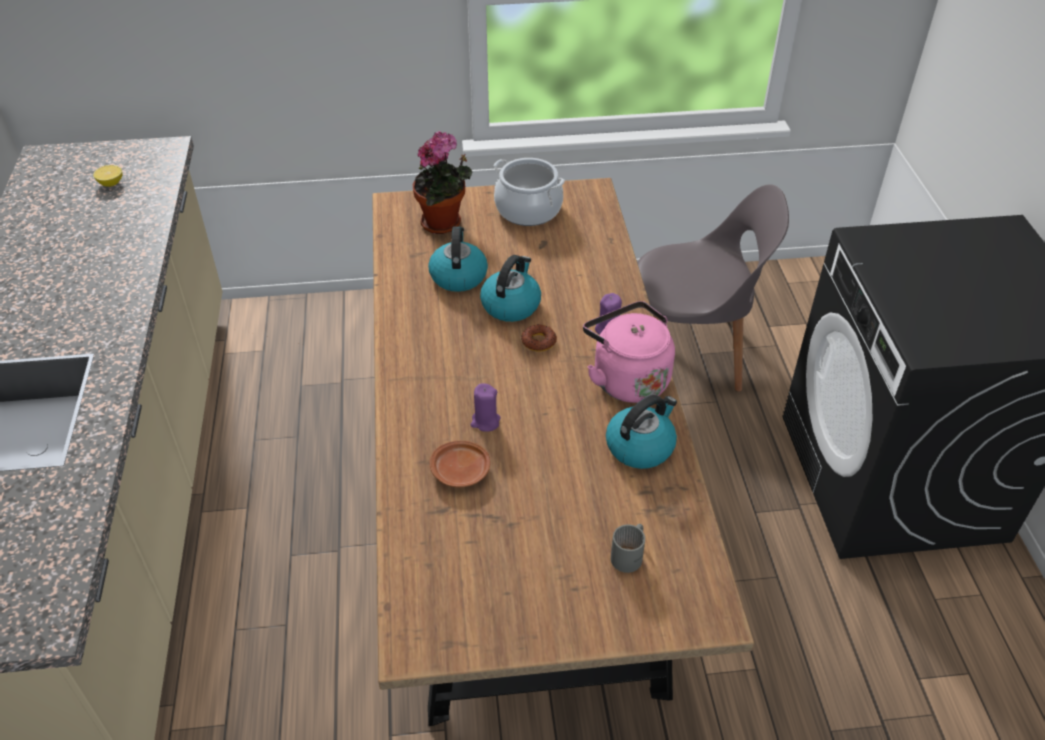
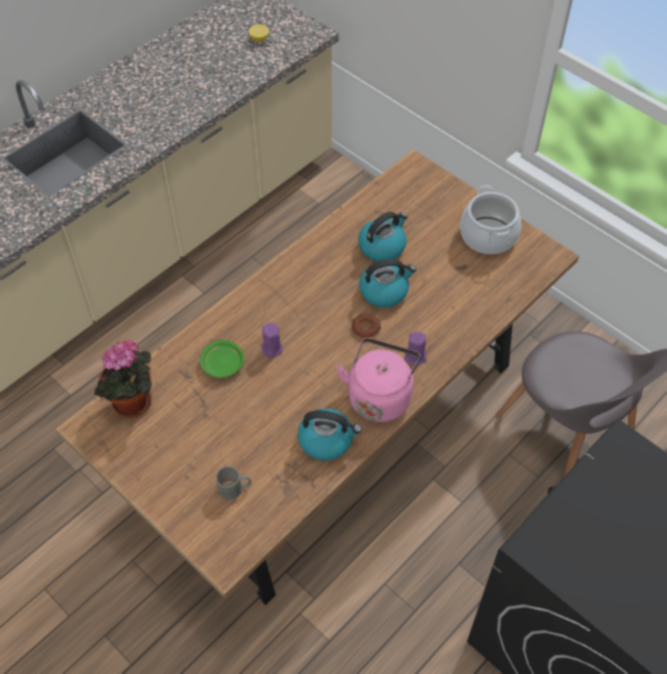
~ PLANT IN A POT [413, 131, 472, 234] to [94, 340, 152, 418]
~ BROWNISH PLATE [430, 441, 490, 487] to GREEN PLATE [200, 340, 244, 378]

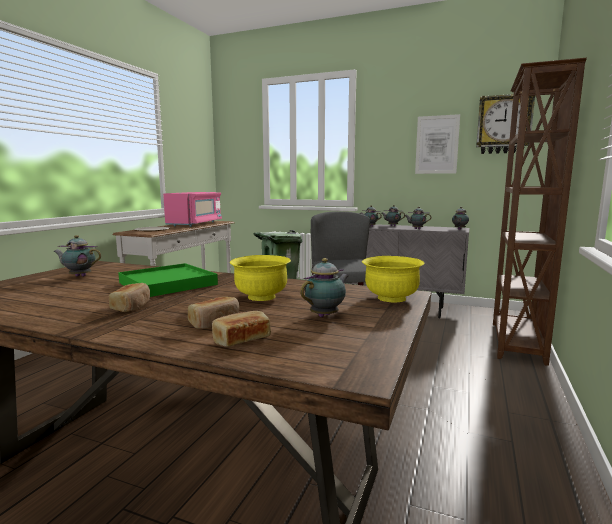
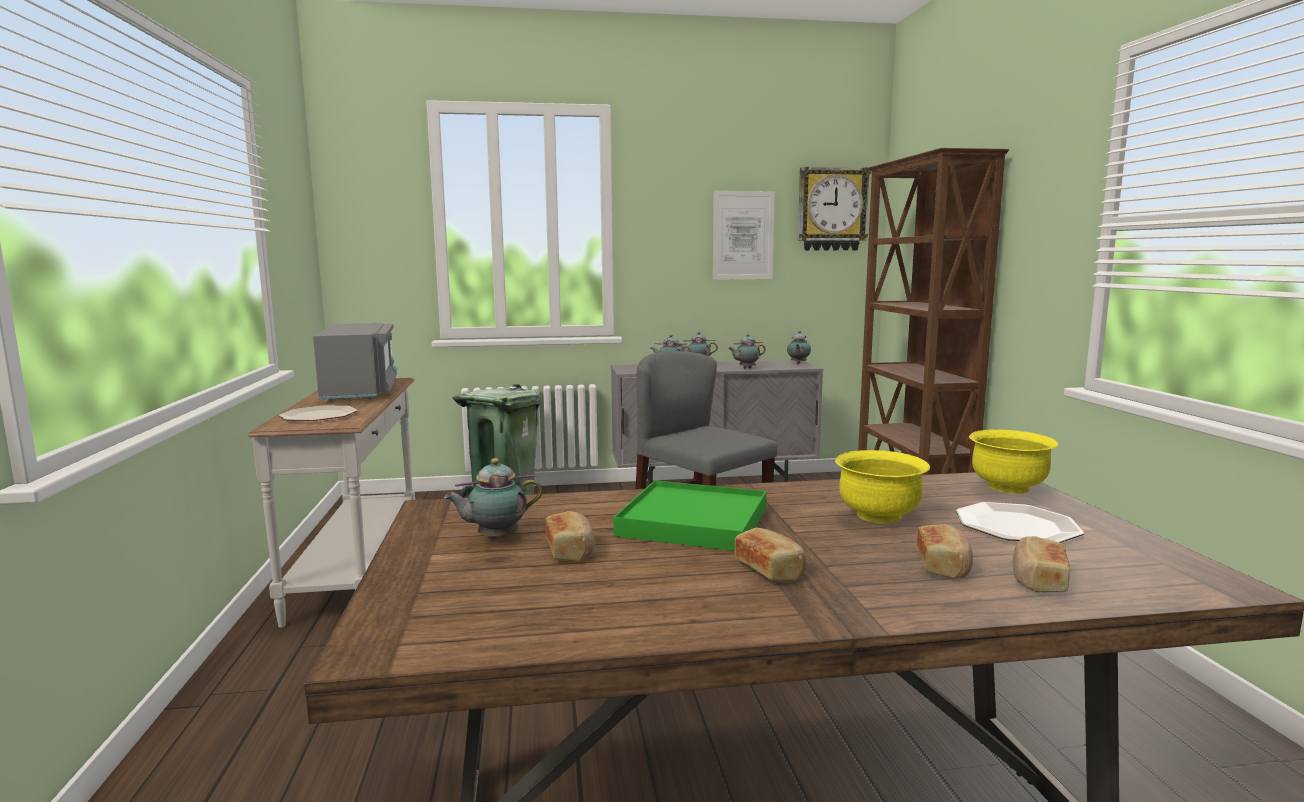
+ BAKERY BREAD [545, 511, 595, 562]
~ TEA POT [300, 258, 349, 317] to PLATE [956, 502, 1084, 543]
~ PINKISH MICROWAVE OVEN [163, 192, 222, 227] to GRAY MICROWAVE OVEN [313, 323, 398, 401]

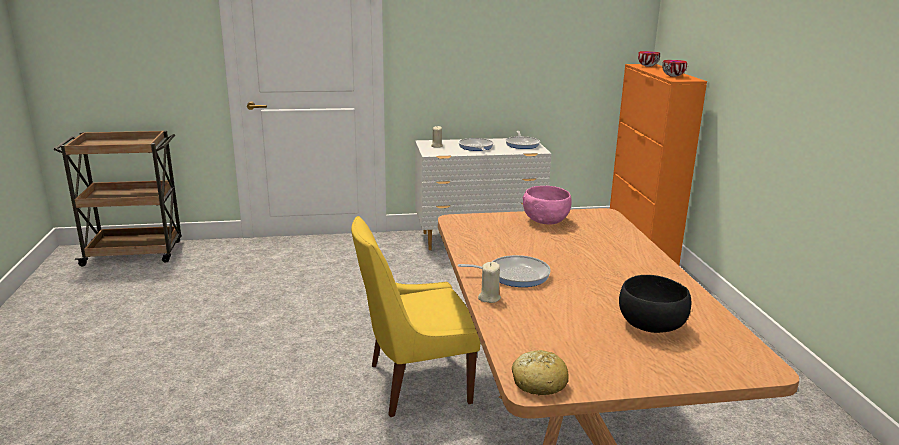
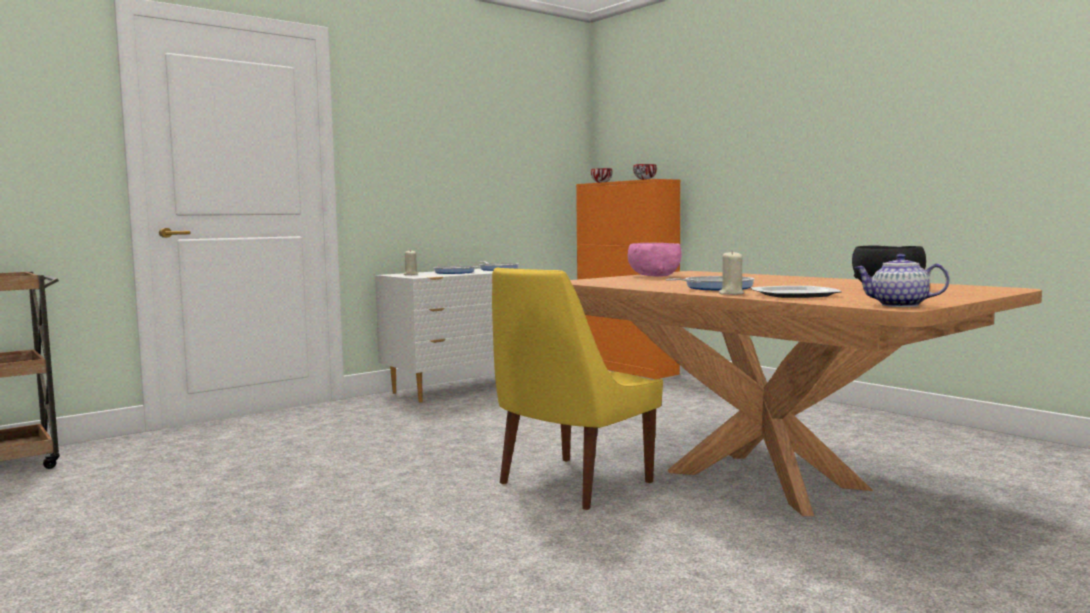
+ PLATE [751, 286, 842, 298]
~ BAKERY BREAD [512, 350, 569, 395] to TEA POT [854, 254, 949, 307]

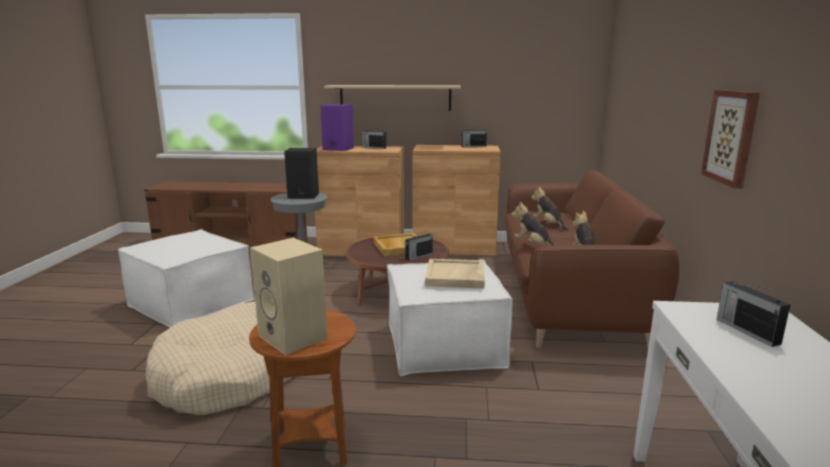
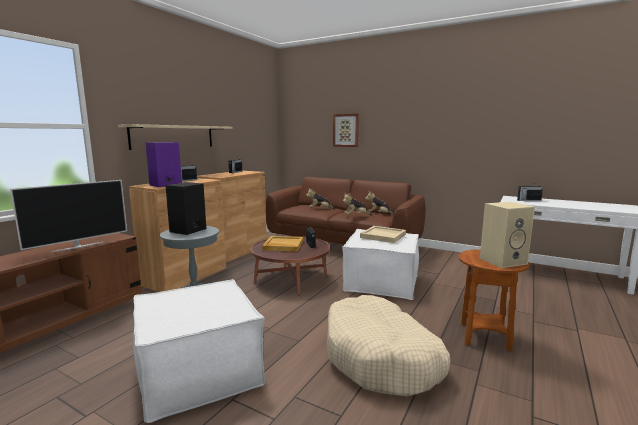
+ TV [10, 180, 127, 252]
~ WALL ART [701, 90, 760, 189] to [333, 114, 359, 147]

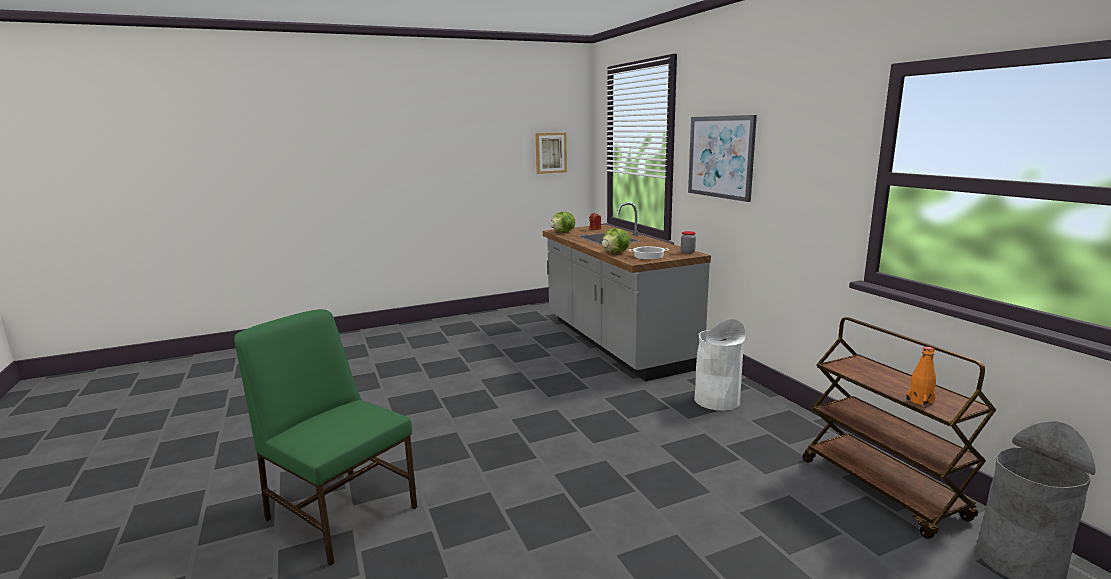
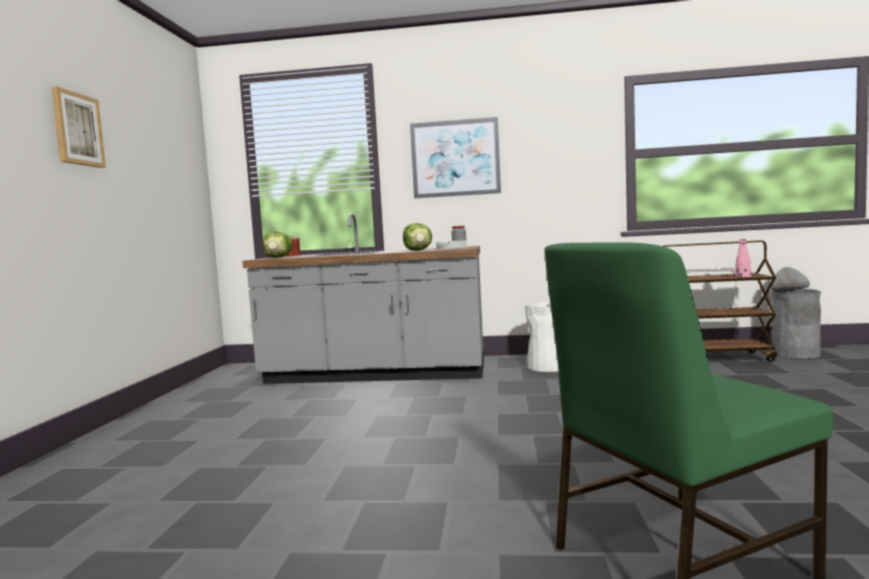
~ WALL ART [535, 133, 567, 174] to [51, 86, 106, 168]
~ ORANGE-COLOURED DRINK BOTTLE [906, 347, 936, 407] to PINKISH DRINK BOTTLE [734, 239, 752, 278]

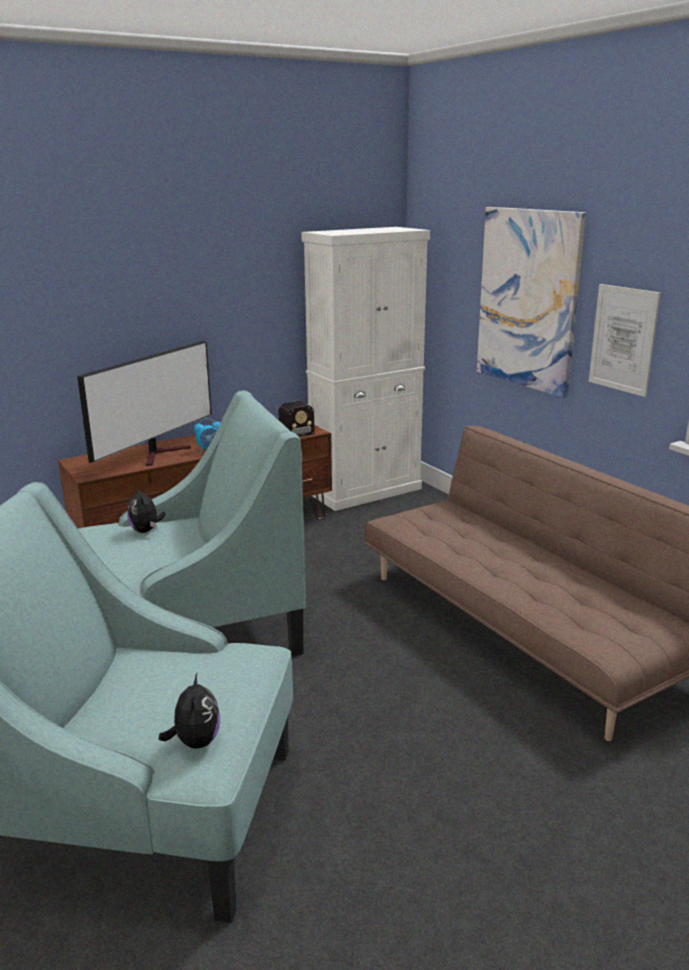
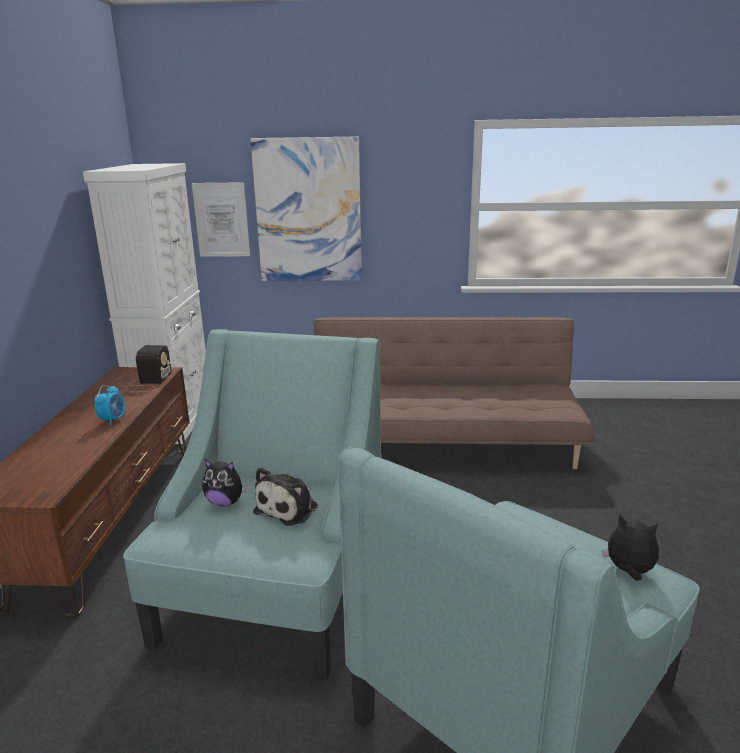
- TV [77, 340, 212, 466]
+ PLUSH TOY [253, 467, 318, 526]
~ WALL ART [589, 284, 661, 397] to [192, 182, 250, 257]

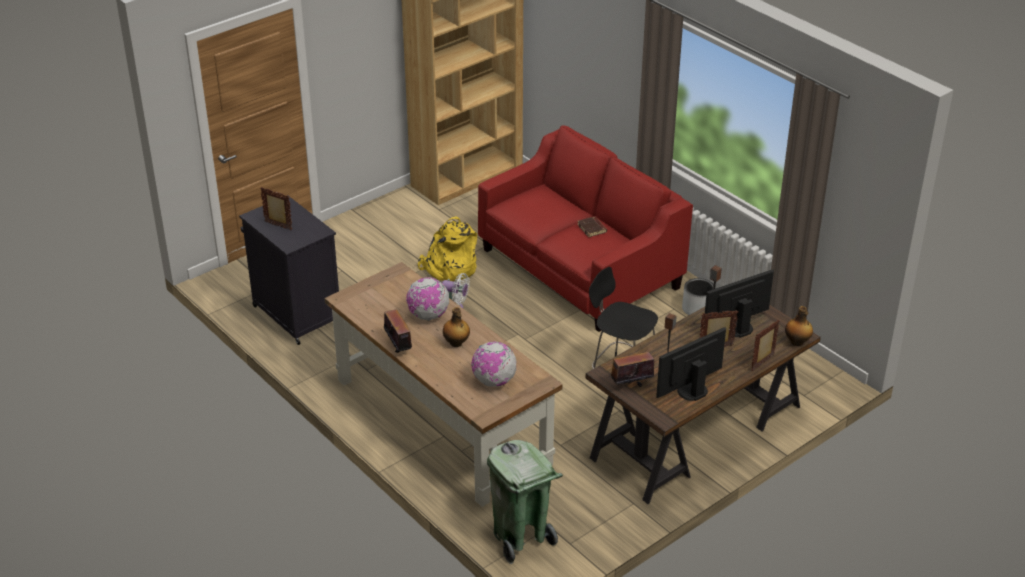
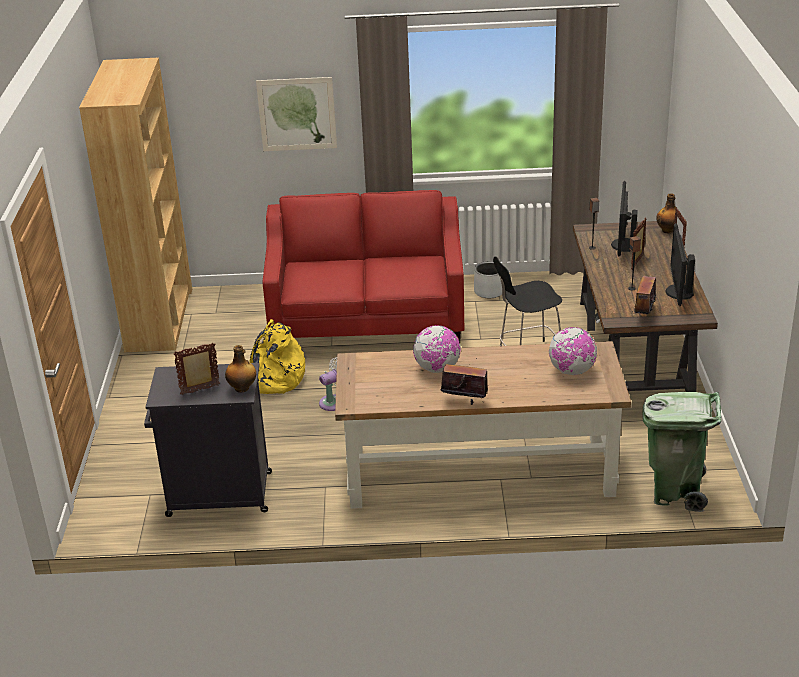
- BROWNISH BOOK [577, 216, 607, 237]
+ WALL ART [256, 77, 337, 151]
~ DRINK BOTTLE [443, 307, 470, 347] to [225, 345, 256, 393]

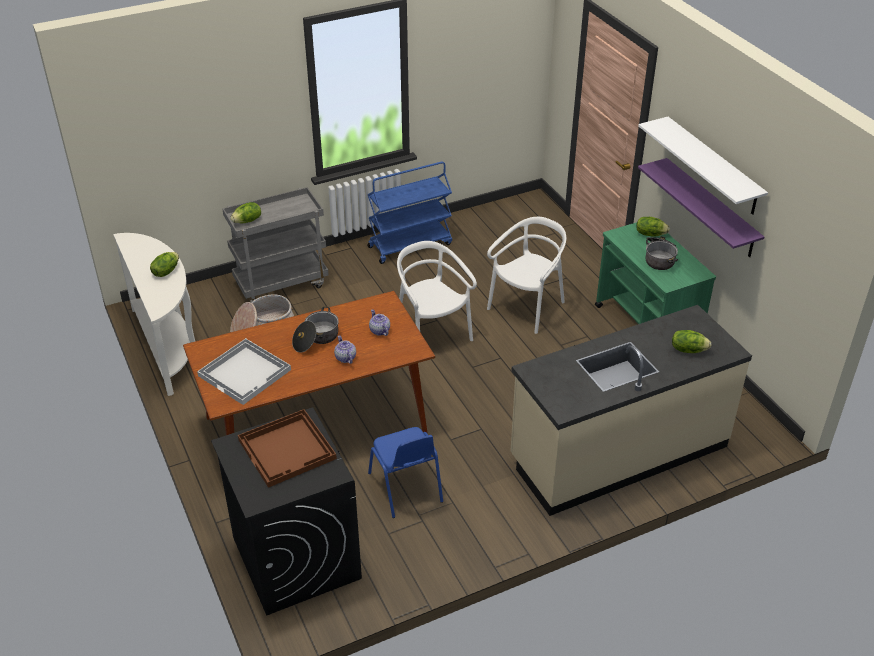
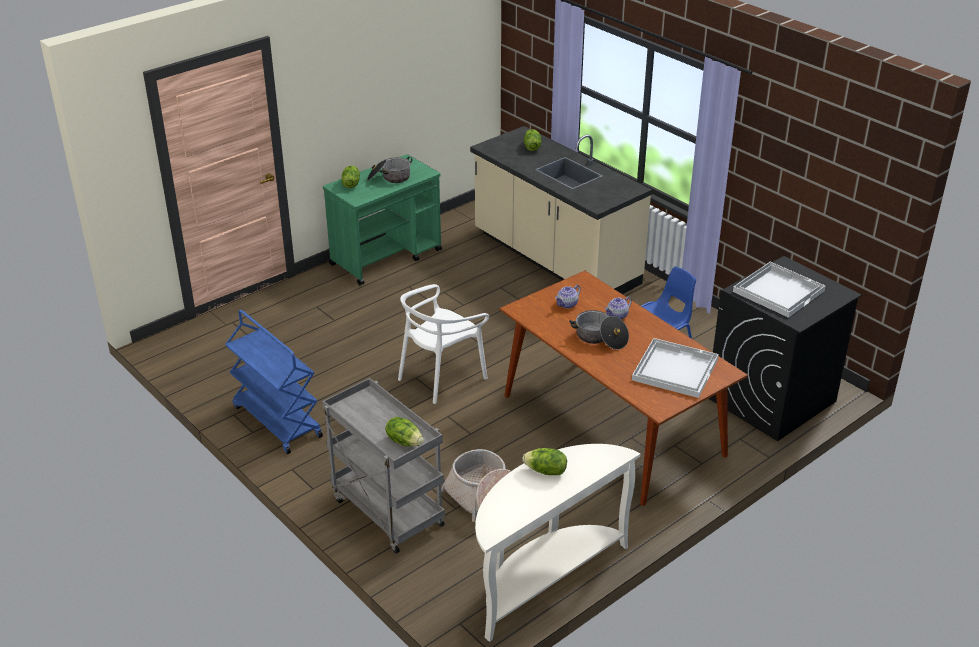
- WHITE-COLOURED CHAIR [487, 217, 566, 334]
- WHITE-COLOURED BRACKET SHELF [638, 117, 768, 215]
- PURPLE-COLOURED BRACKET SHELF [638, 158, 764, 257]
~ BROWNISH SERVING TRAY [238, 409, 337, 488] to WHITE-COLOURED SERVING TRAY [733, 262, 826, 318]

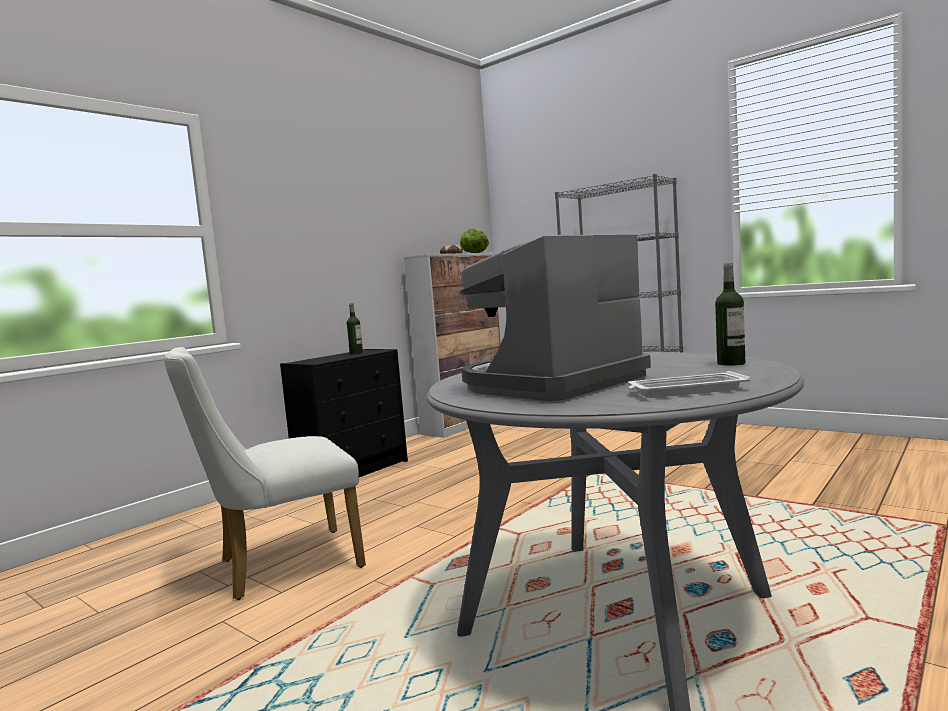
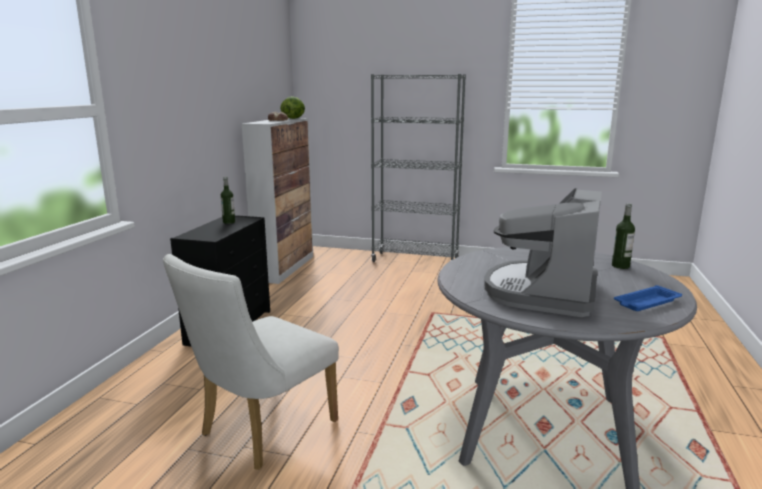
~ WHITE-COLOURED SERVING TRAY [628, 371, 751, 398] to BLUE-COLOURED SERVING TRAY [614, 285, 682, 311]

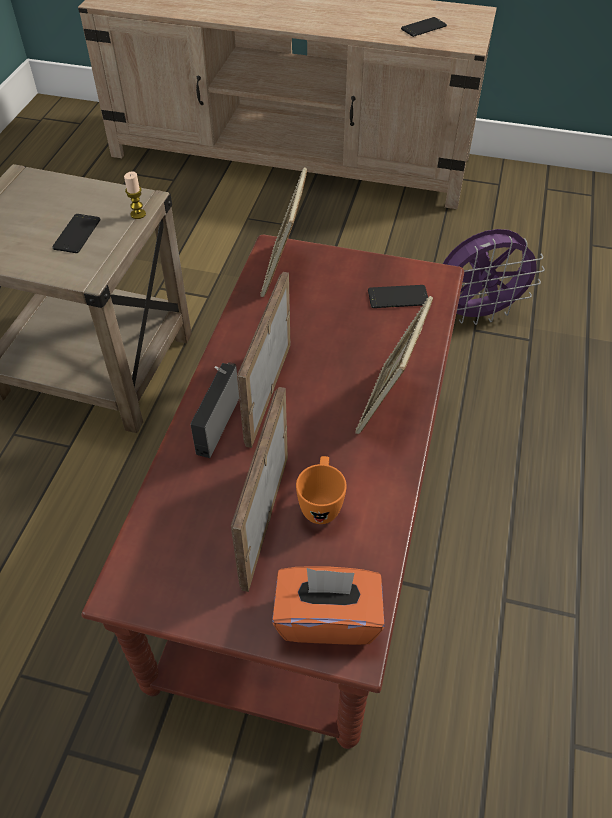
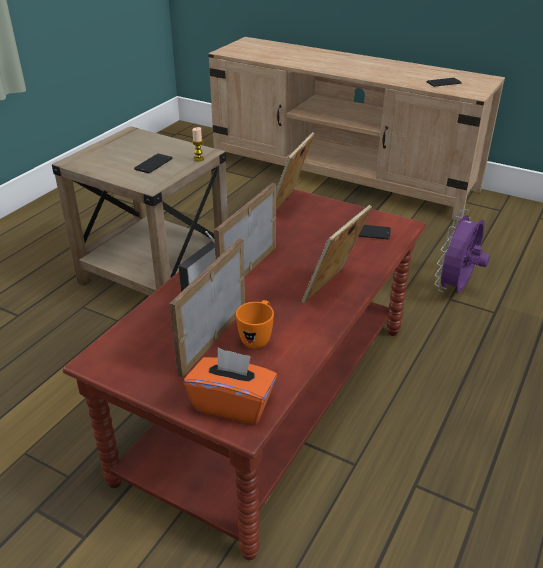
~ PURPLE-COLOURED FAN [443, 229, 545, 325] = [435, 209, 490, 292] 120 degrees clockwise

